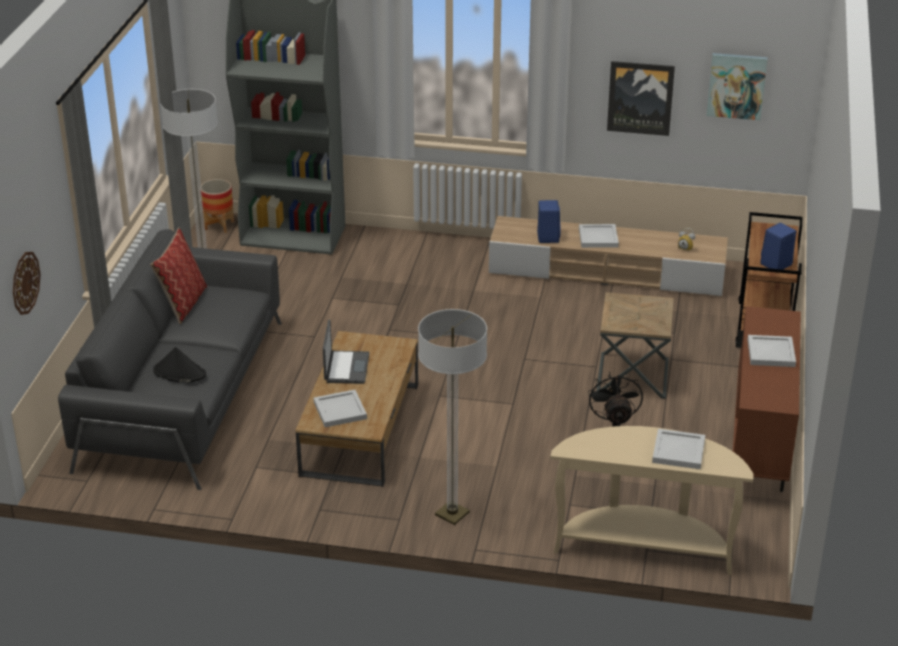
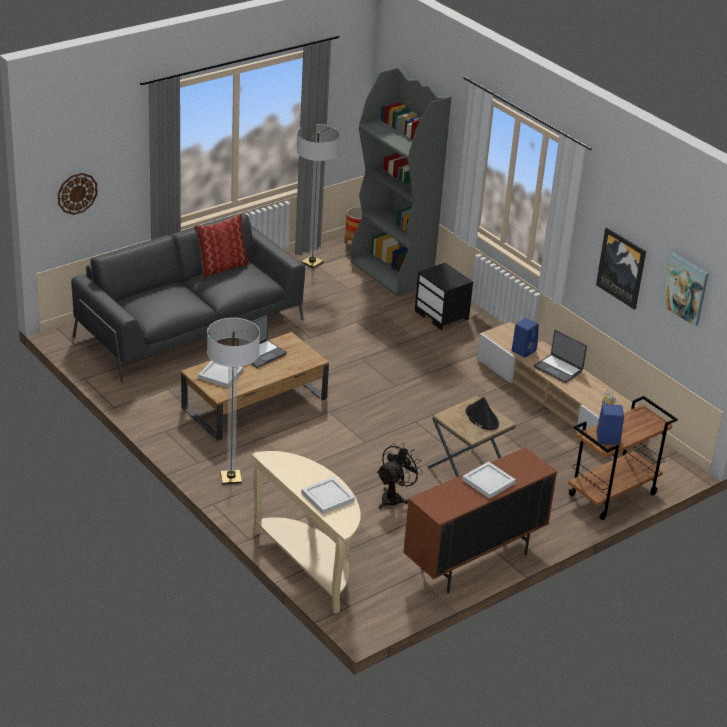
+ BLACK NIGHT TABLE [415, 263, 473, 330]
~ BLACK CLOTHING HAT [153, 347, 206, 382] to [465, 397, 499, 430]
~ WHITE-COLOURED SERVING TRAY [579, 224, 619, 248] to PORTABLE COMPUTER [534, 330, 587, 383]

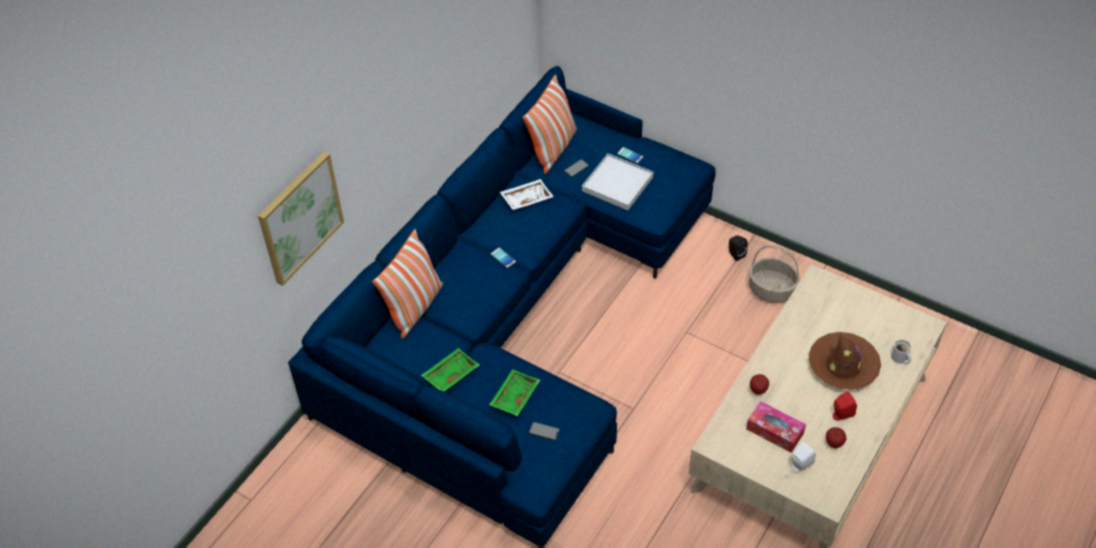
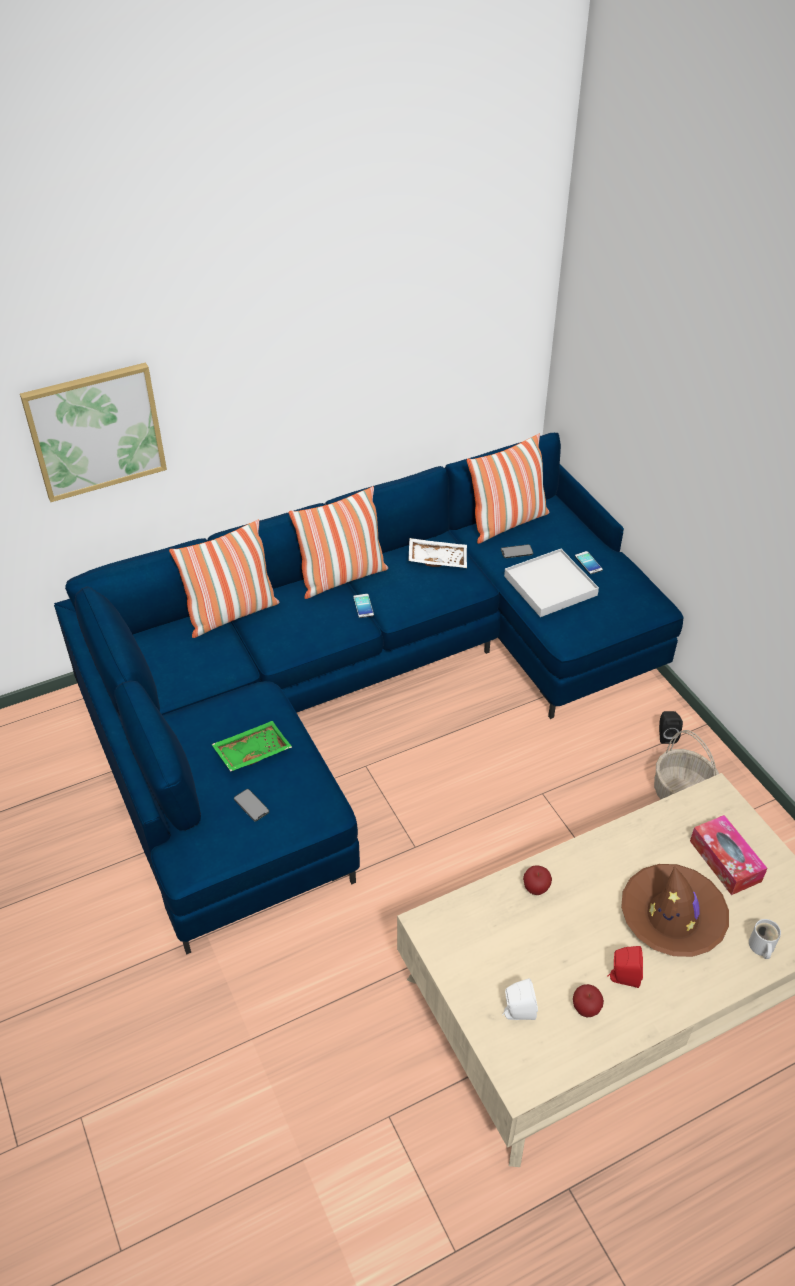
- GREEN SERVING TRAY [421, 348, 480, 392]
+ THROW PILLOW [289, 486, 388, 599]
~ TISSUE BOX [746, 401, 806, 453] to [690, 815, 768, 895]

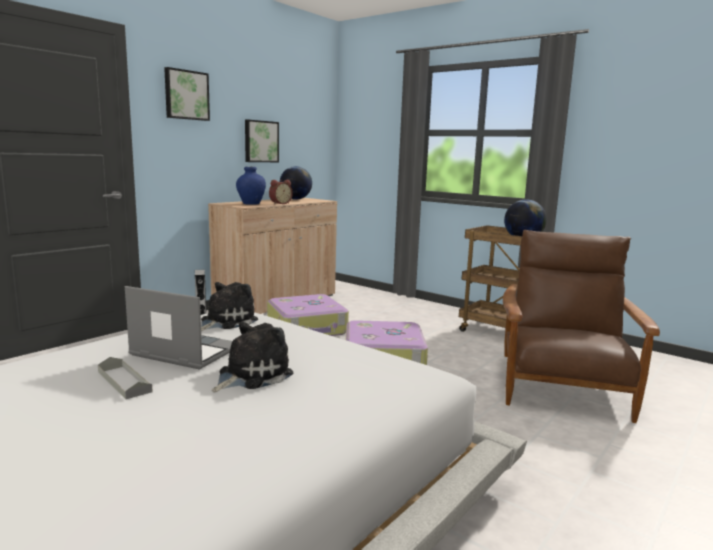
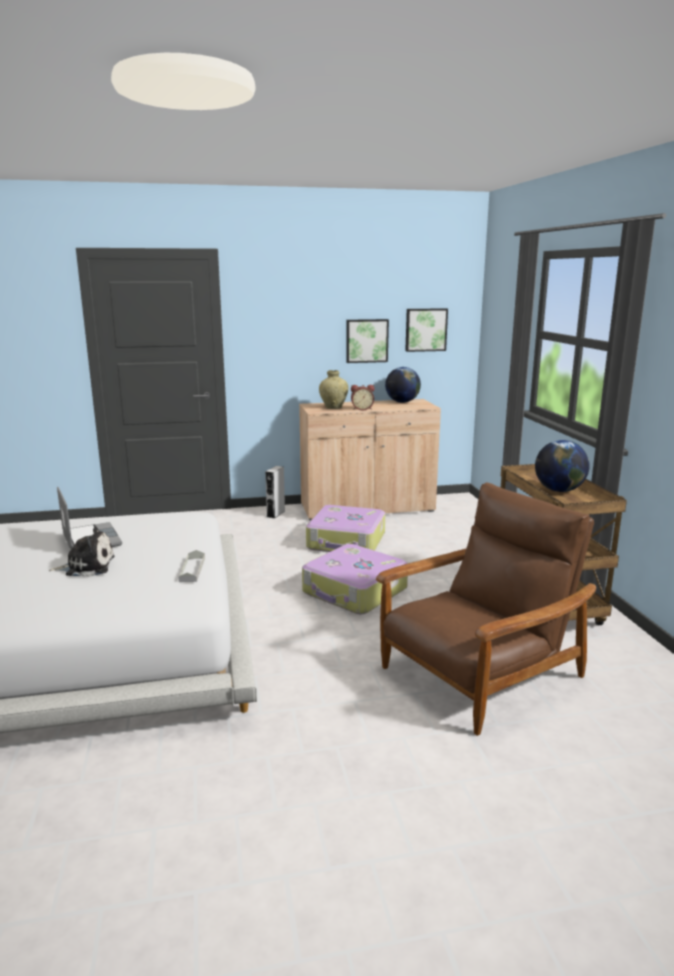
- PLUSH TOY [201, 282, 258, 331]
~ GRAY SERVING TRAY [98, 357, 153, 399] to [178, 550, 205, 582]
~ WALL ART [164, 67, 210, 121] to [405, 308, 448, 352]
~ BLUE-COLOURED VASE [236, 167, 266, 205] to SAND-COLOURED VASE [319, 370, 348, 409]

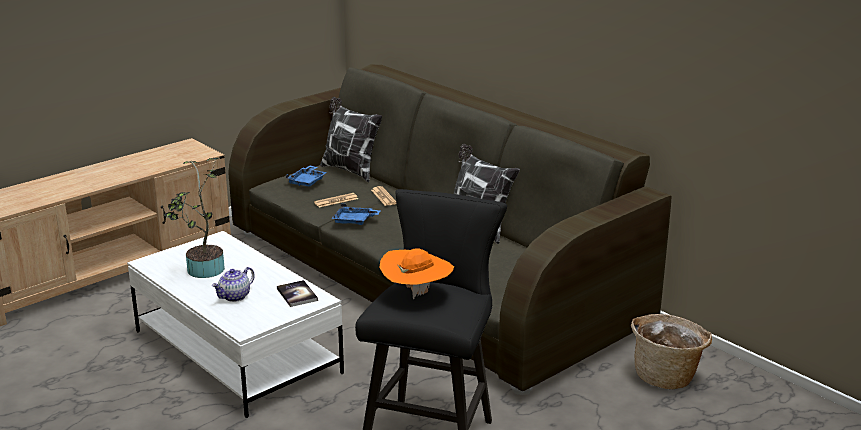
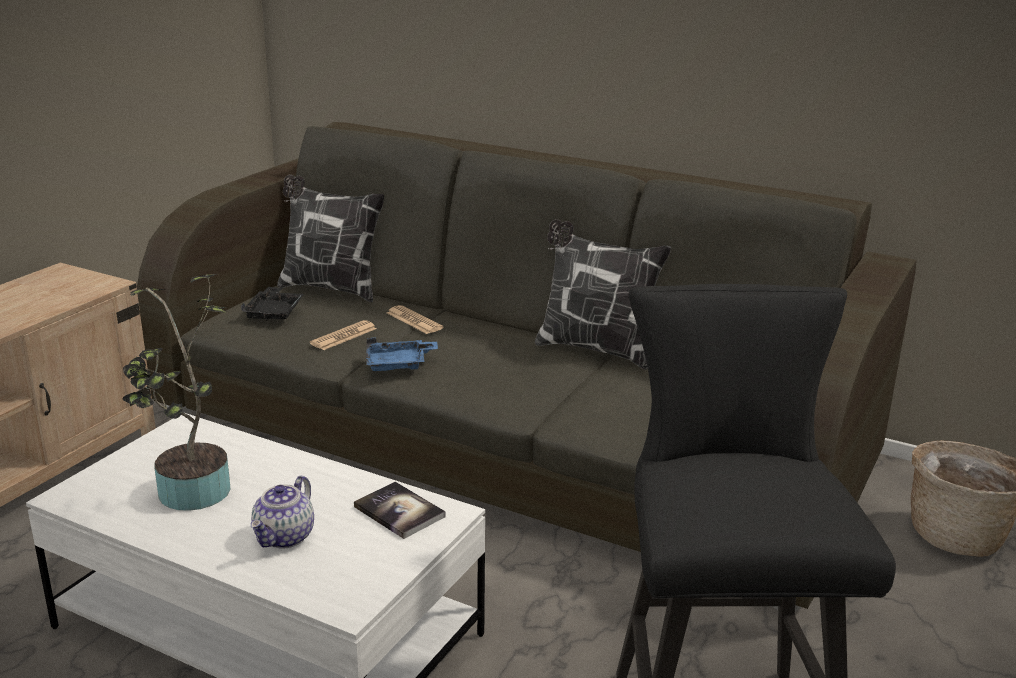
- ORANGE-COLOURED CLOTHING HAT [379, 248, 454, 299]
~ BLUE-COLOURED SERVING TRAY [285, 165, 327, 186] to BLACK SERVING TRAY [241, 287, 304, 321]

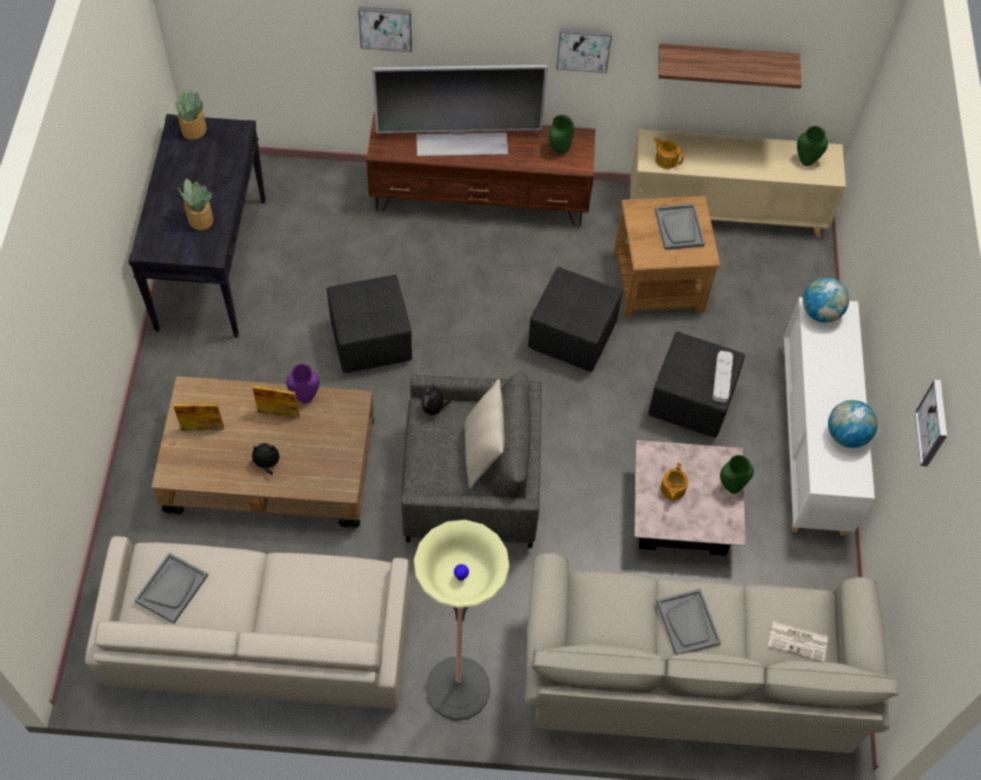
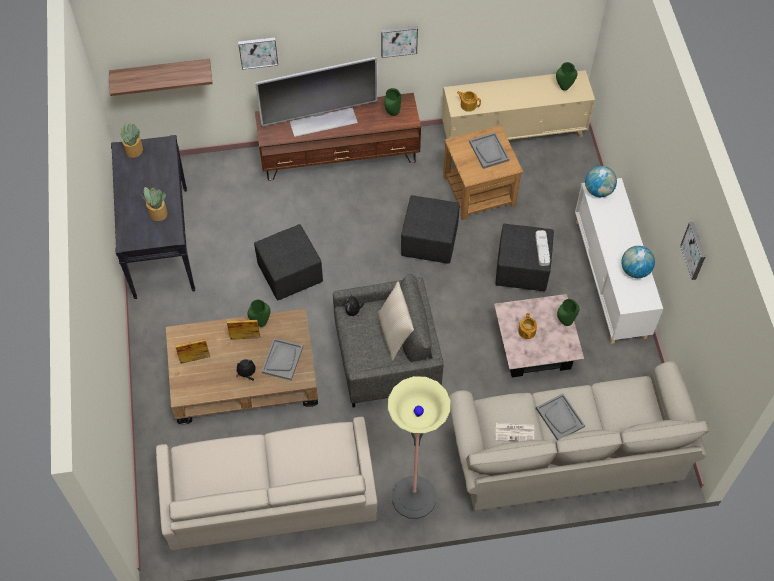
~ GRAY SERVING TRAY [135, 553, 208, 624] to [262, 338, 303, 380]
~ BRACKET SHELF [658, 43, 802, 89] to [109, 59, 212, 96]
~ NEWSPAPER [768, 621, 828, 662] to [496, 423, 534, 442]
~ PURPLE-COLOURED VASE [286, 364, 320, 404] to GREEN VASE [247, 300, 271, 327]

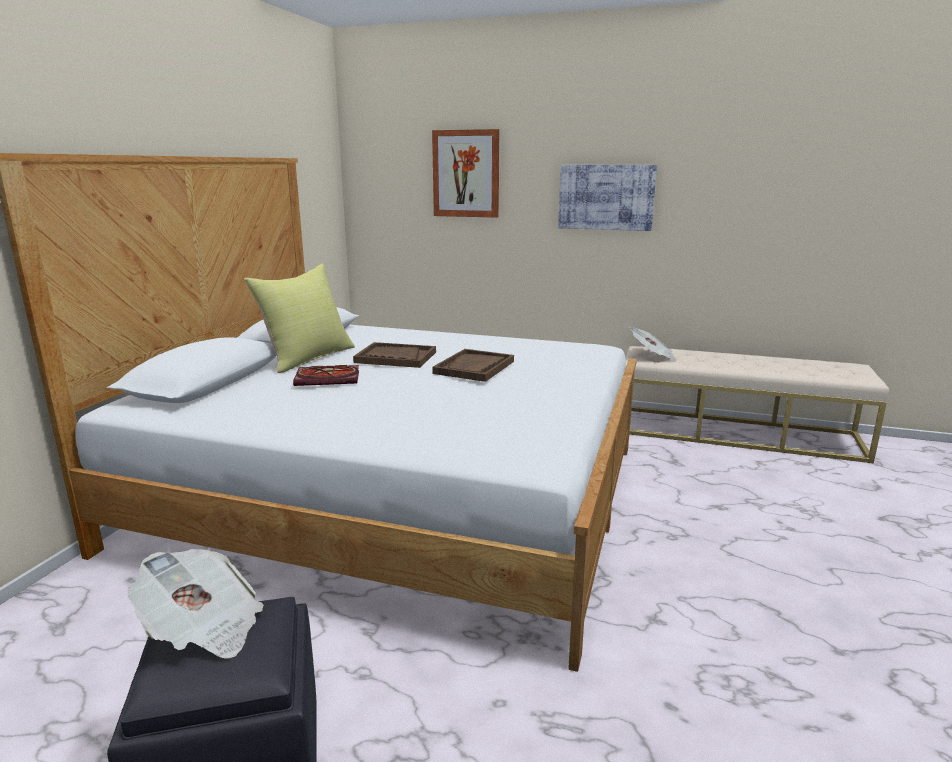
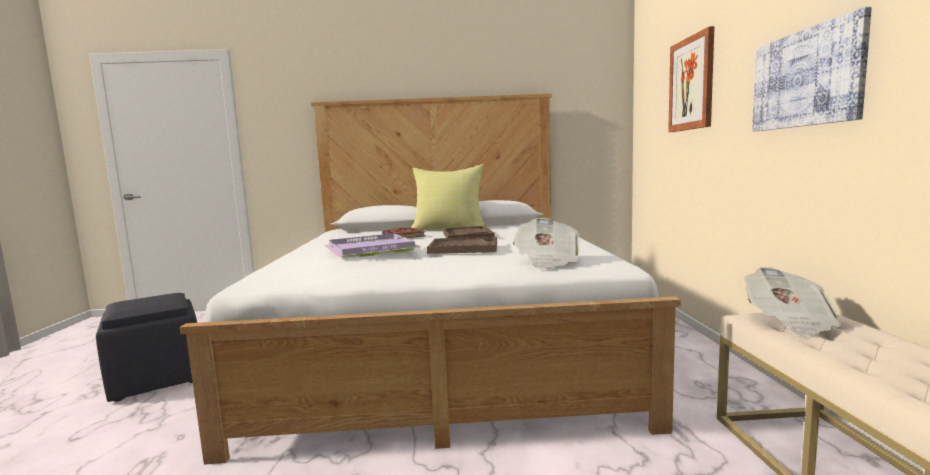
+ PURPLE-COLOURED SERVING TRAY [324, 233, 421, 257]
~ NEWSPAPER [127, 549, 264, 659] to [513, 218, 580, 269]

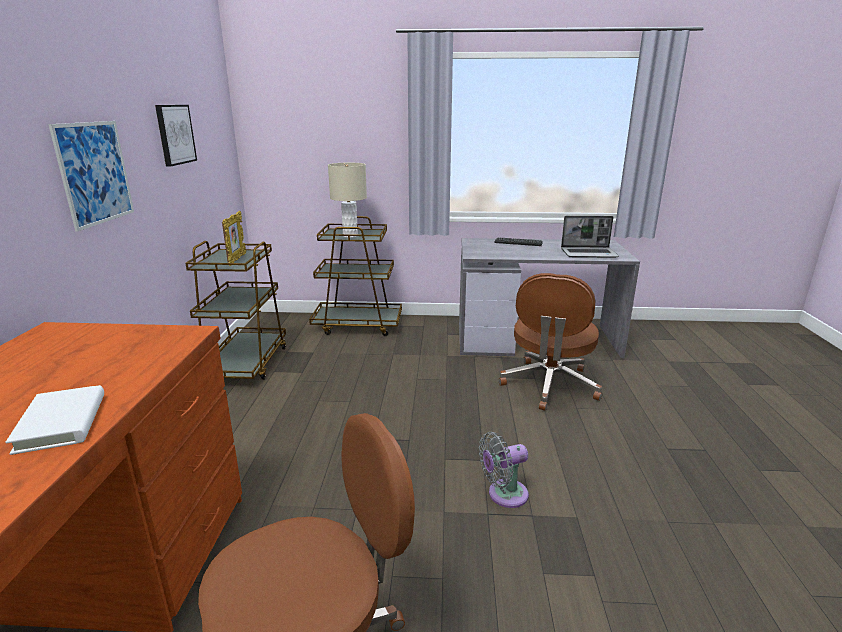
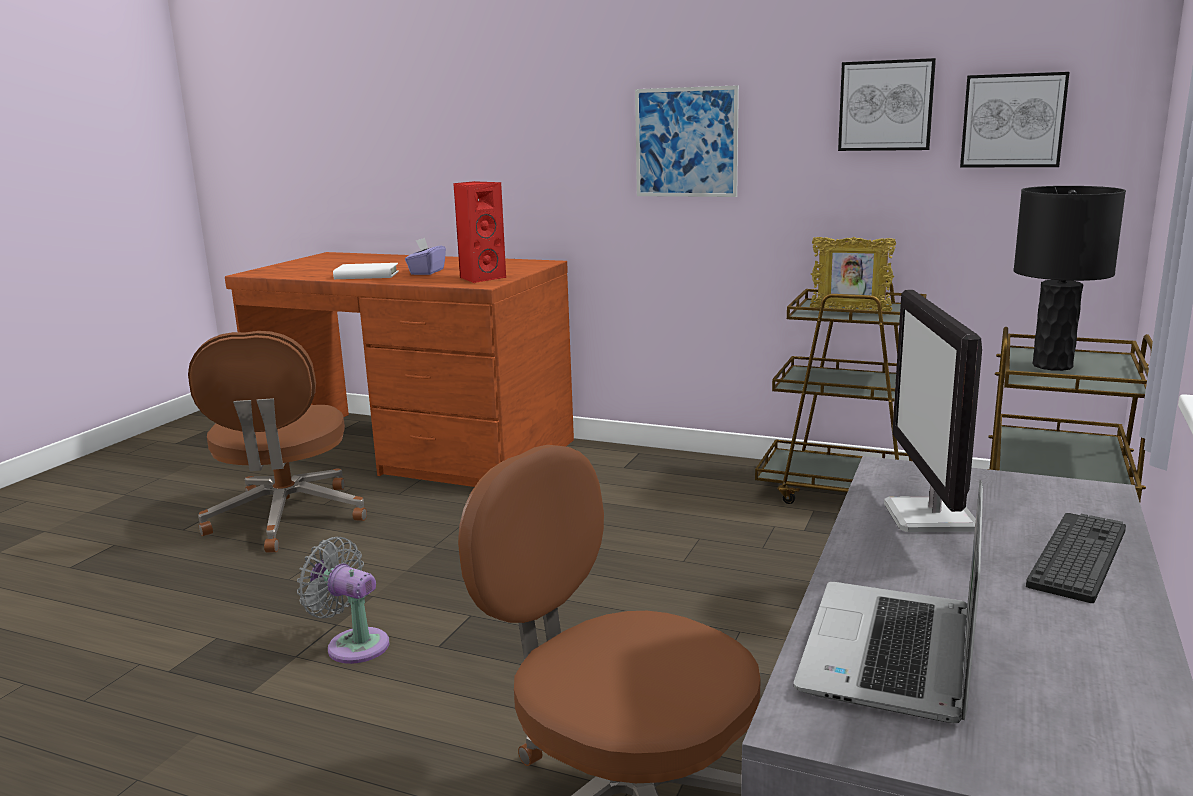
+ PURPLE-COLOURED TISSUE BOX [405, 237, 446, 275]
+ RED LOUDSPEAKER [453, 181, 507, 283]
+ MONITOR [884, 290, 982, 532]
+ WALL ART [960, 72, 1069, 167]
~ SAND-COLOURED TABLE LAMP [328, 163, 367, 238] to BLACK TABLE LAMP [1014, 186, 1126, 371]
~ GRAY FAN [479, 432, 529, 508] = [297, 537, 389, 664] 60 degrees counterclockwise

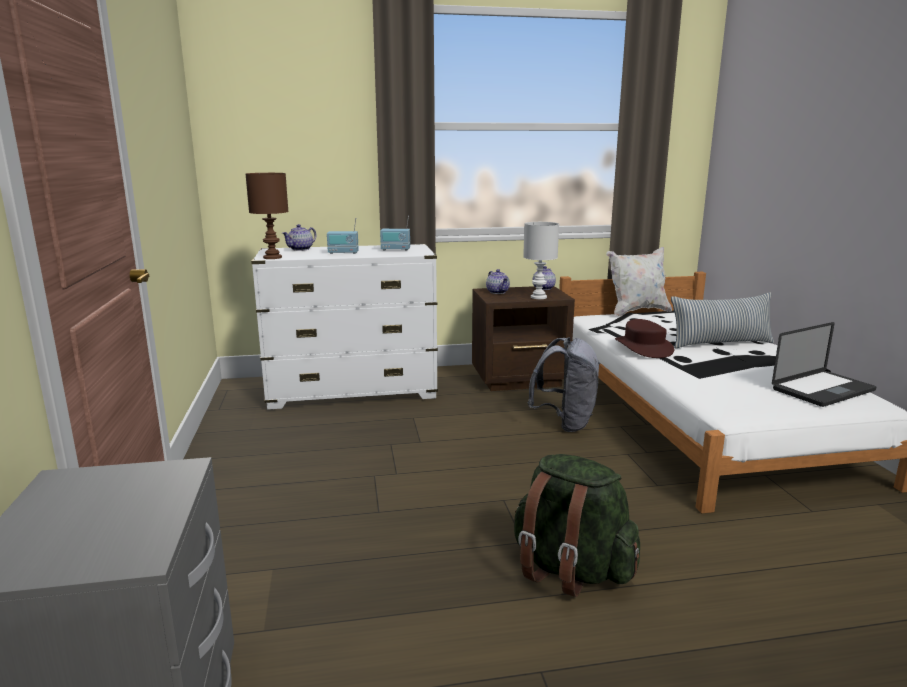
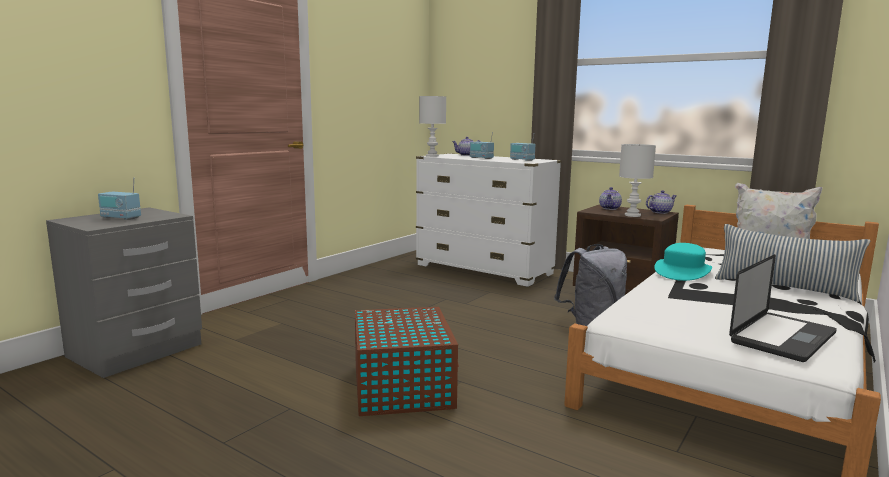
+ RADIO SET [98, 177, 141, 220]
~ GREEN BACKPACK [514, 454, 640, 597] to BROWNISH STORAGE BOX [355, 307, 459, 416]
~ BROWNISH TABLE LAMP [246, 173, 289, 259] to WHITE-COLOURED TABLE LAMP [419, 96, 446, 157]
~ BROWNISH CLOTHING HAT [615, 319, 674, 358] to TURQUOISE-COLOURED CLOTHING HAT [654, 243, 712, 281]
~ PORTABLE COMPUTER [772, 322, 877, 407] = [729, 254, 837, 362] 60 degrees counterclockwise

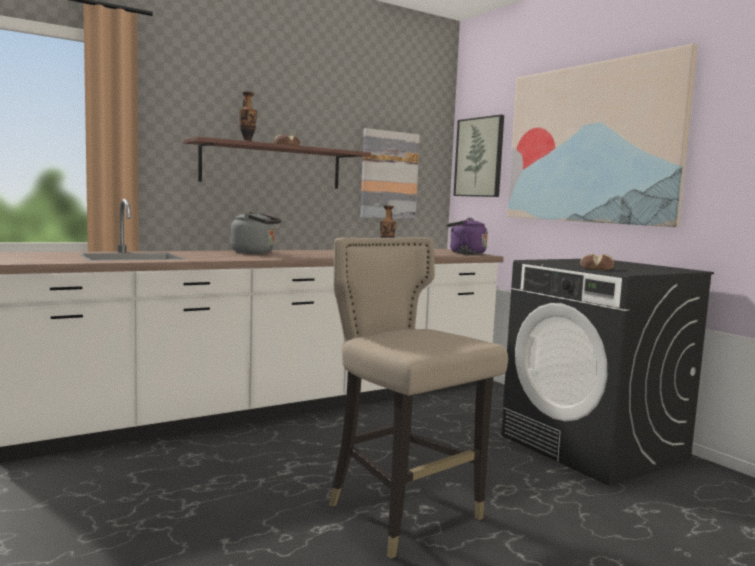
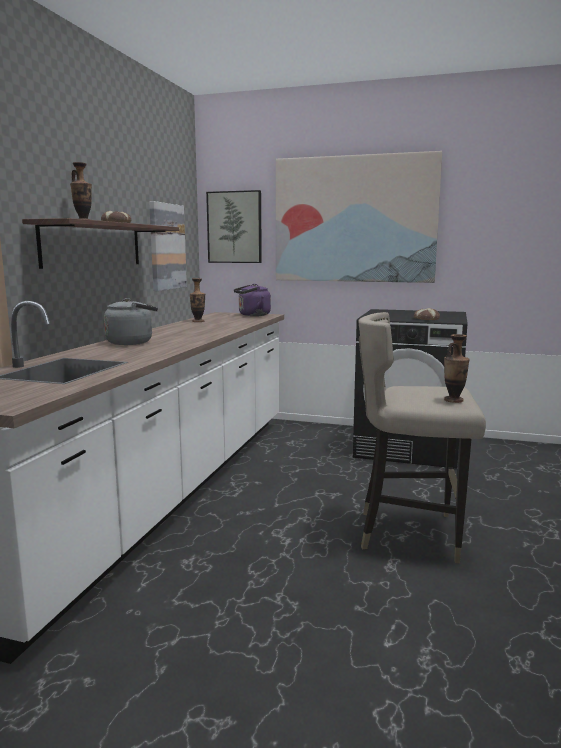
+ VASE [444, 334, 470, 403]

